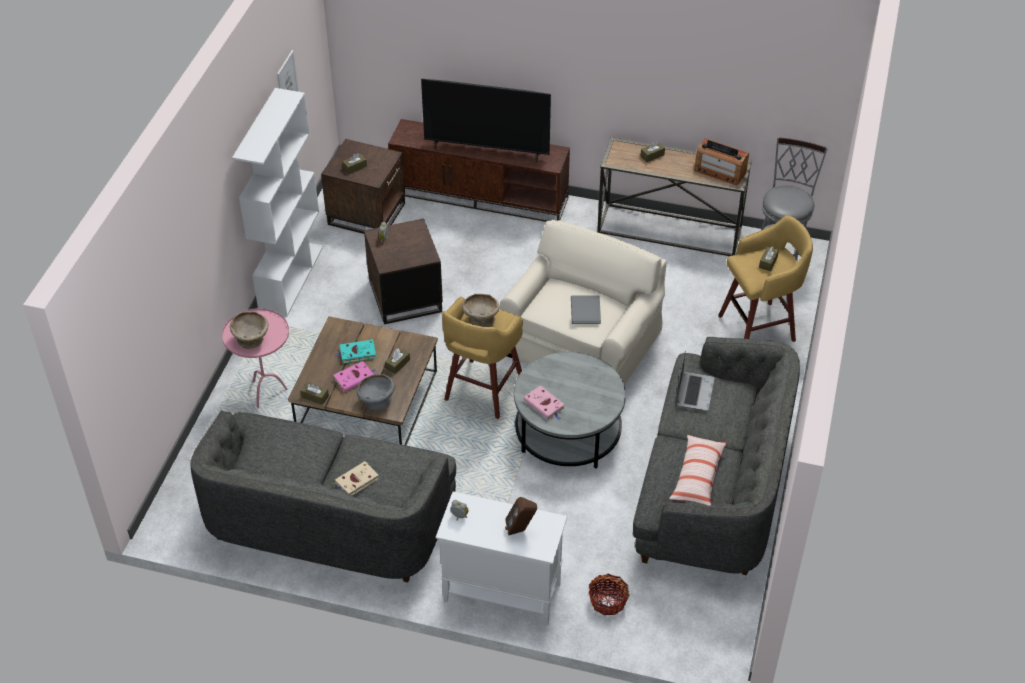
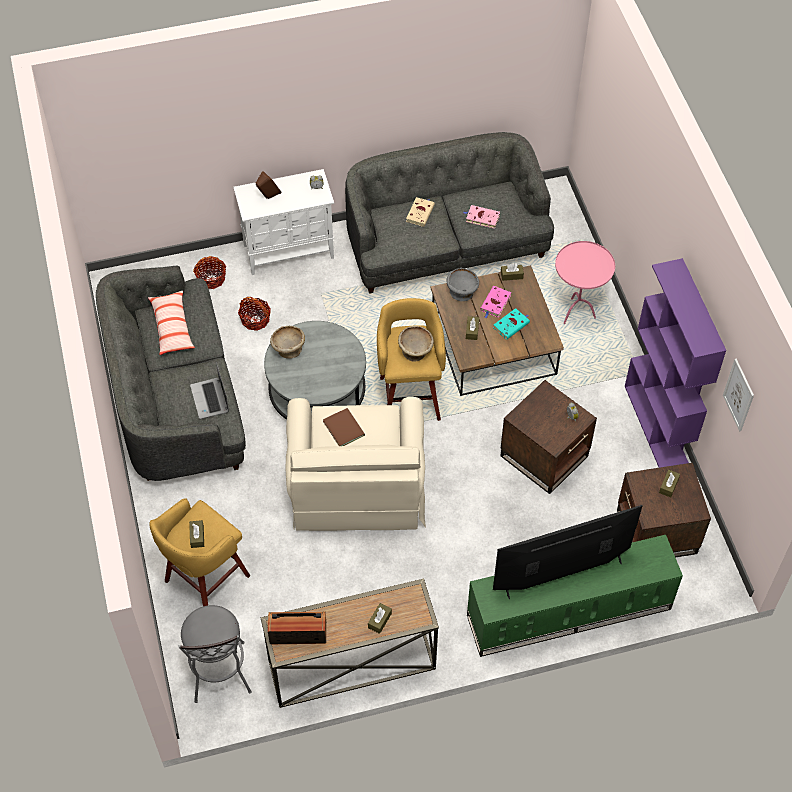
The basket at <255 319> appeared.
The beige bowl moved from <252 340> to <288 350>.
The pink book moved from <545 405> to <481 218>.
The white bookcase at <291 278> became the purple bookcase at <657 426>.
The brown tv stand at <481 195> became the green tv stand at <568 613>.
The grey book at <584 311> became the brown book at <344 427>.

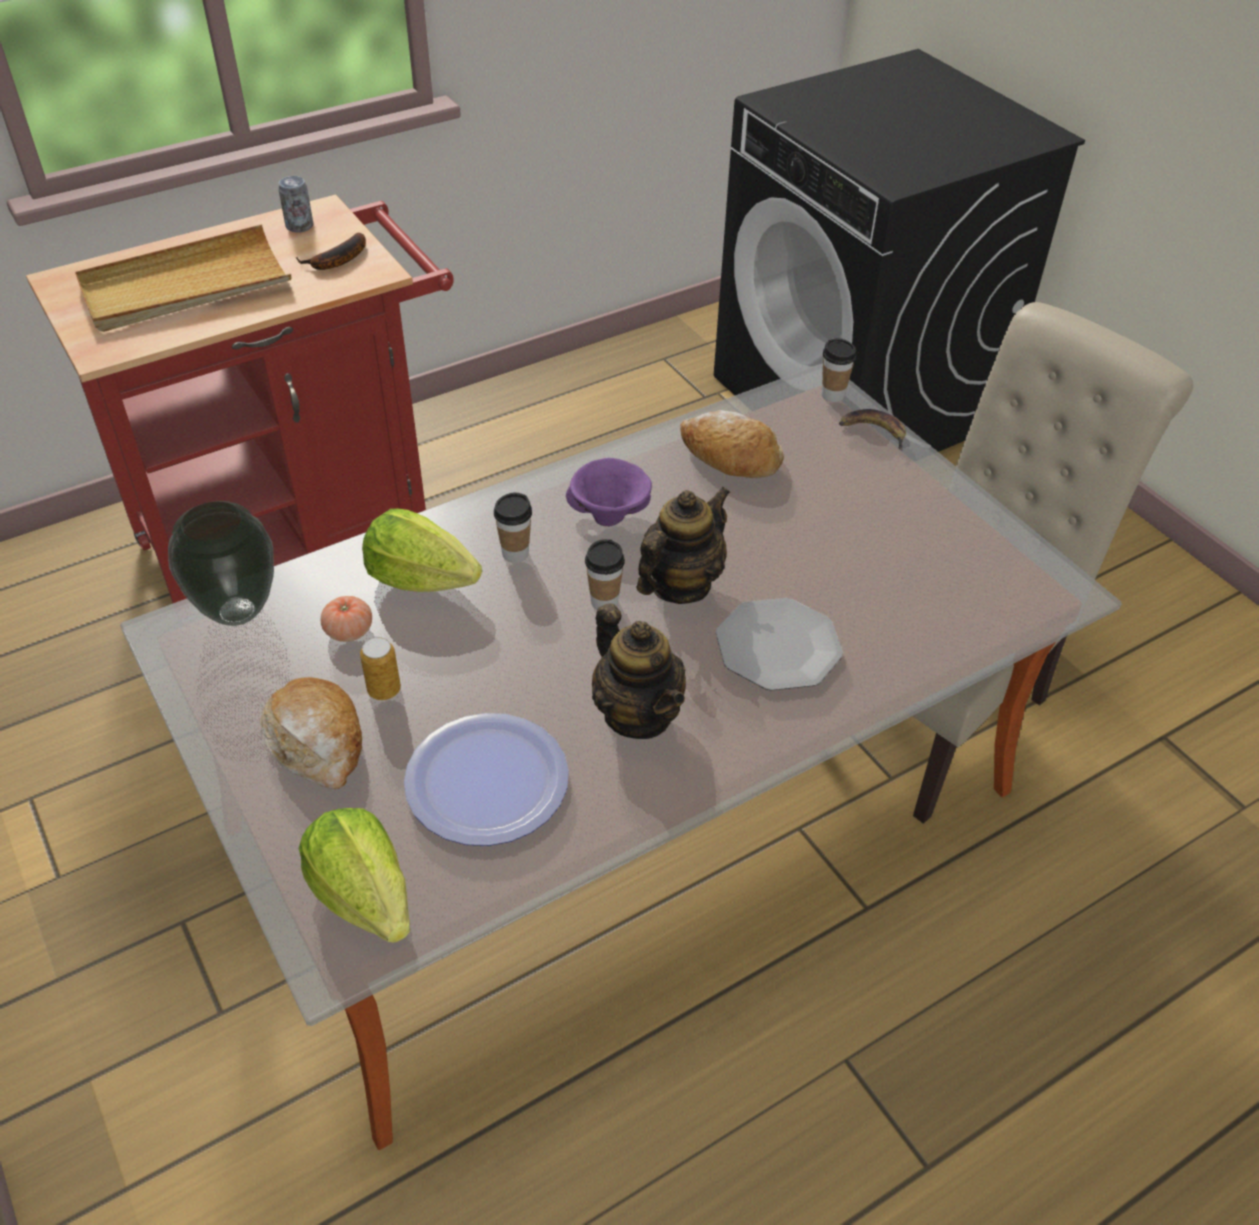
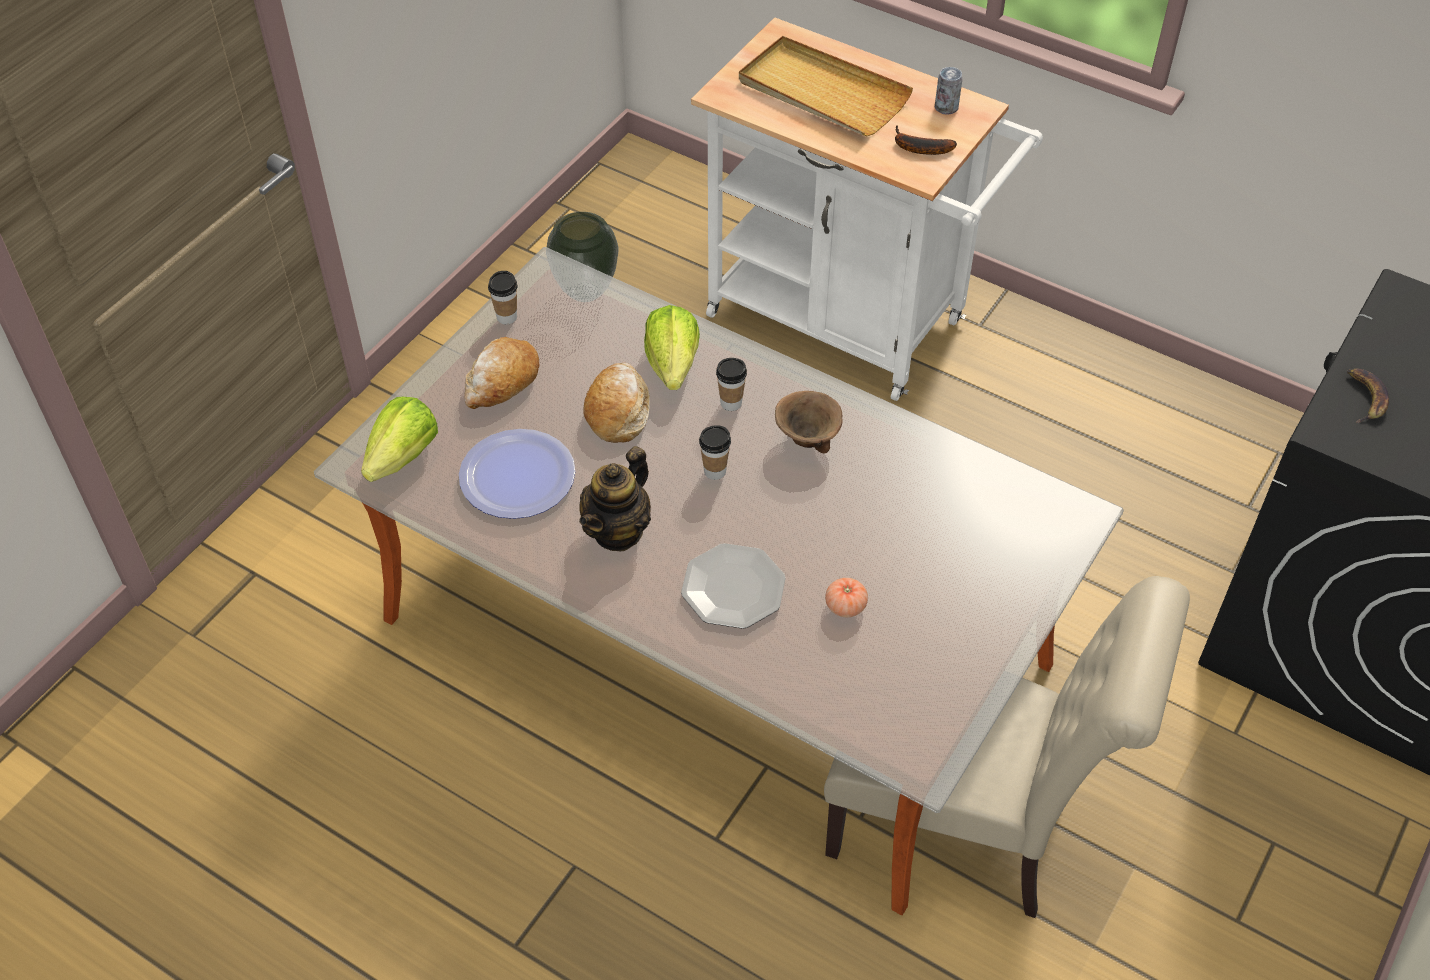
The can at <384 690> disappeared.
The teapot at <680 585> disappeared.
The tomato moved from <349 631> to <845 606>.
The bread moved from <729 457> to <618 411>.
The cup moved from <833 395> to <507 317>.
The banana moved from <873 431> to <1364 397>.
The red cart at <303 537> became the white cart at <849 323>.
The purple bowl at <608 518> became the brown bowl at <805 439>.

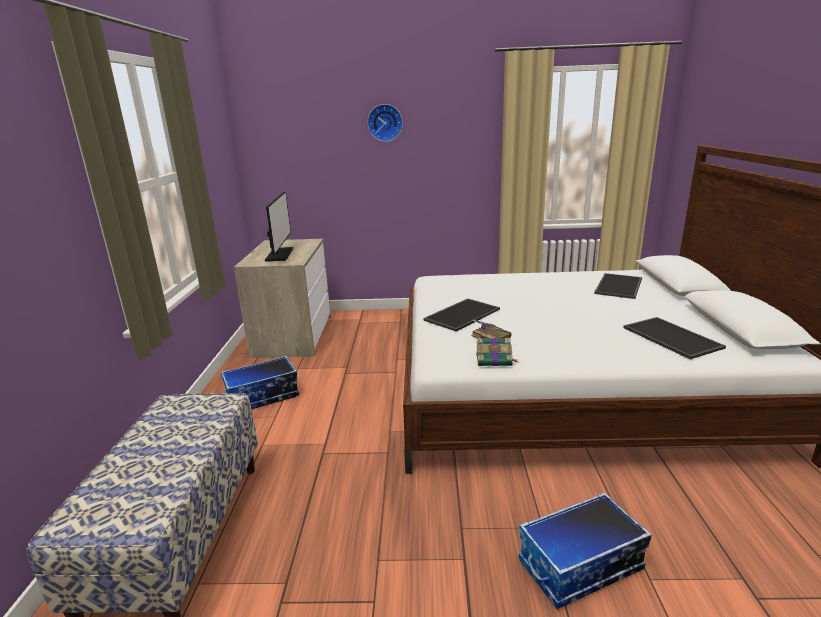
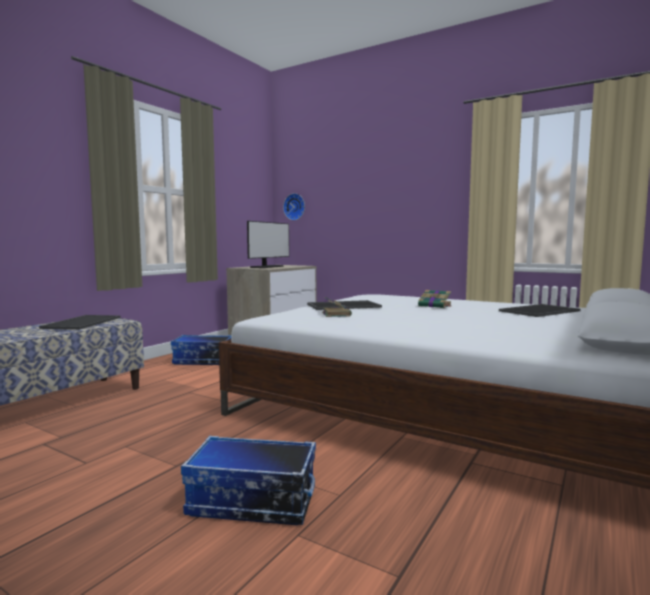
The wall clock moved from <385 123> to <295 207>.
The book moved from <495 359> to <435 306>.
The tray moved from <670 337> to <82 322>.

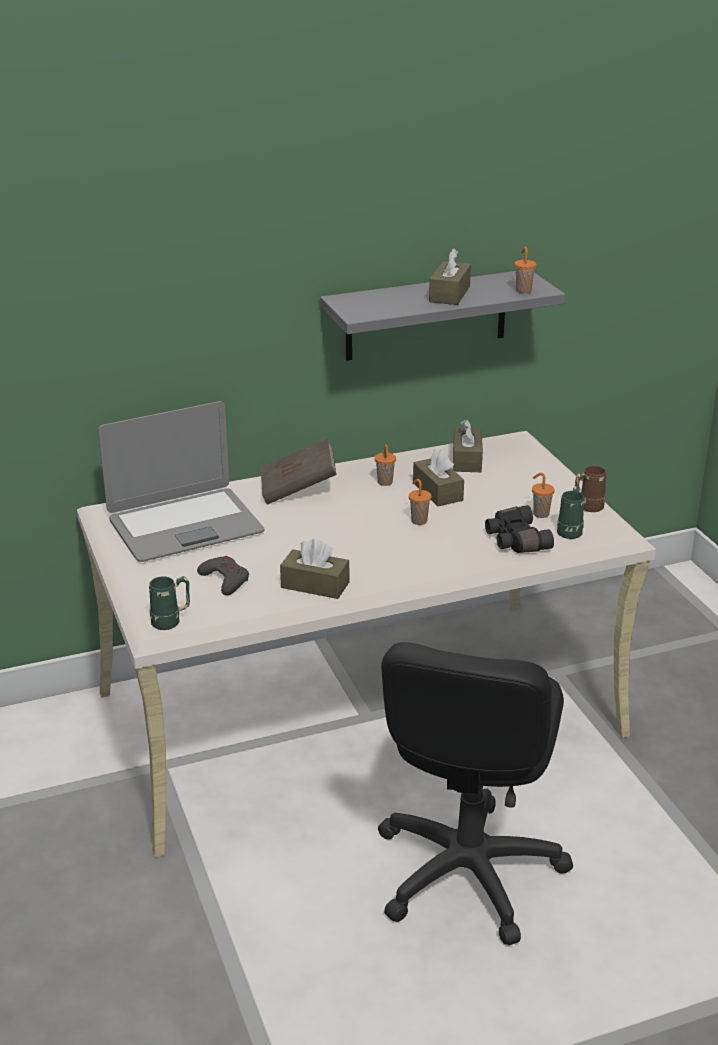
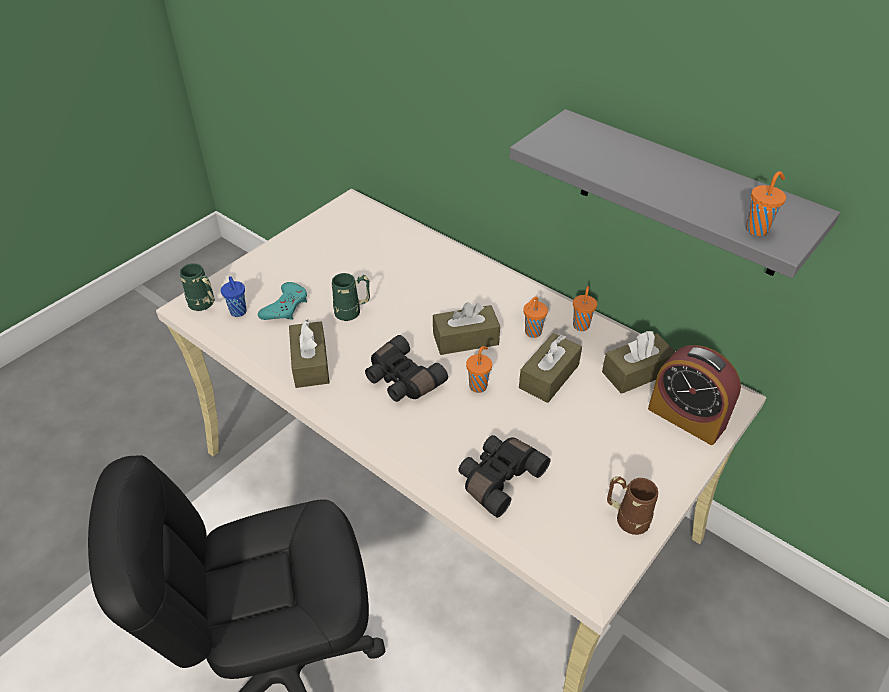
The laptop at <185 526> disappeared.
The brown book at <298 489> disappeared.
The blue cup at <239 312> appeared.
The black binoculars at <401 380> appeared.
The alarm clock at <686 417> appeared.
The brown tissue box moved from <449 294> to <465 339>.
The orange cup moved from <540 514> to <581 325>.
The green mug moved from <570 530> to <353 312>.
The grey game controller at <225 579> became the turquoise game controller at <285 306>.

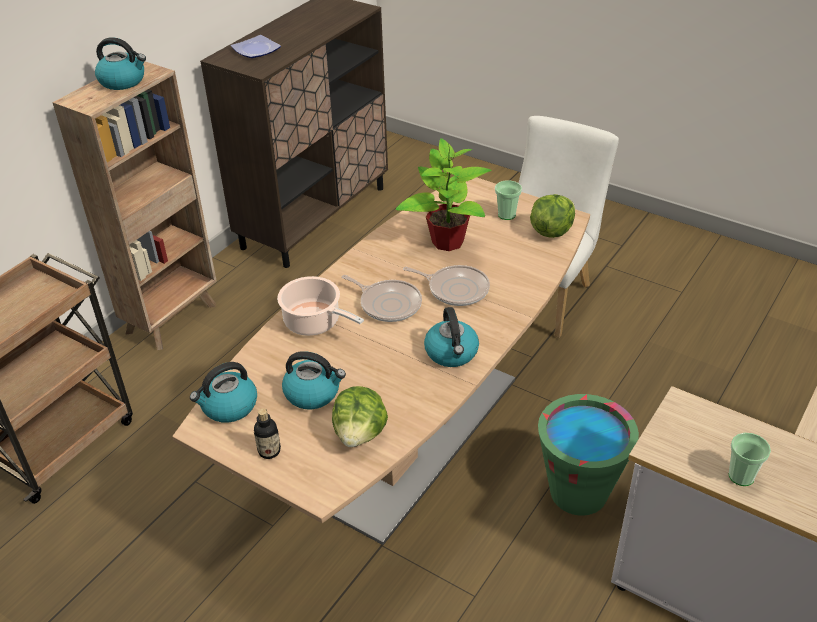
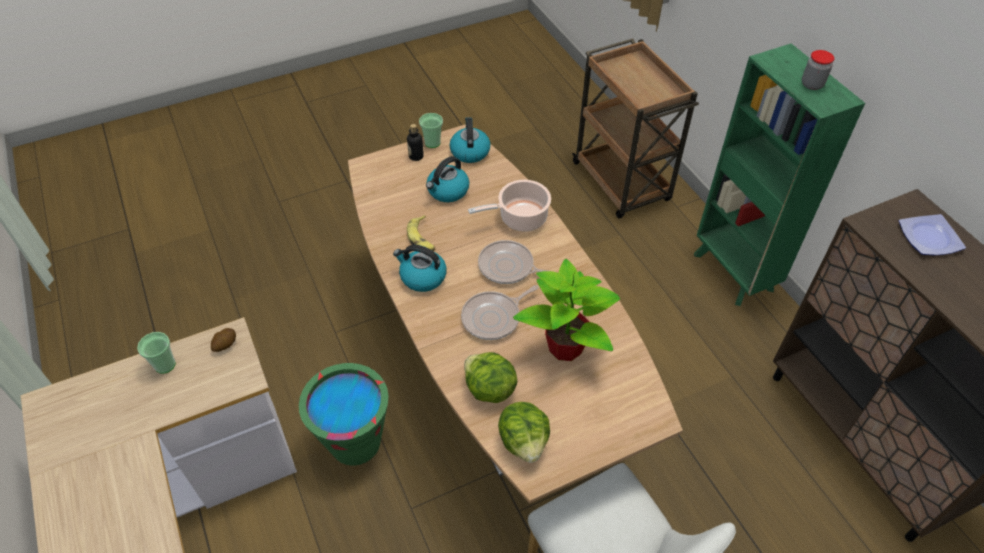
The potato at <225 345> appeared.
The banana at <422 238> appeared.
The lettuce moved from <360 434> to <489 389>.
The cup moved from <506 215> to <432 142>.
The kettle at <123 81> was replaced by the jar at <812 84>.
The brown bookcase at <173 317> became the green bookcase at <734 273>.
The frying pan at <388 304> turned 45 degrees clockwise.

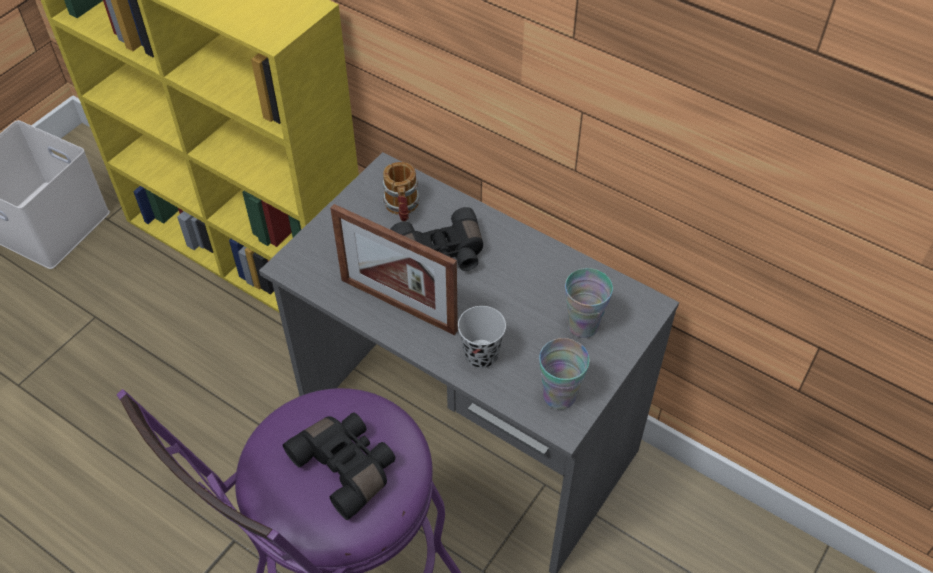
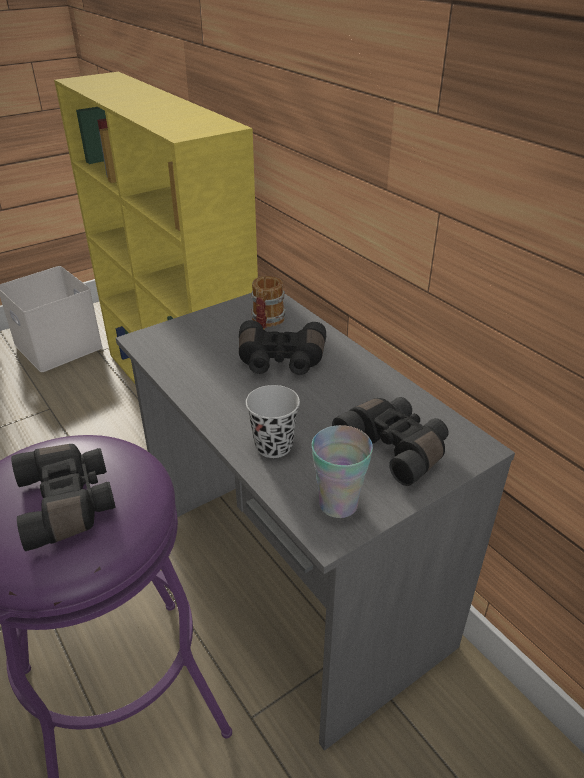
The picture frame at <398 305> disappeared.
The cup at <583 325> was replaced by the black binoculars at <395 447>.

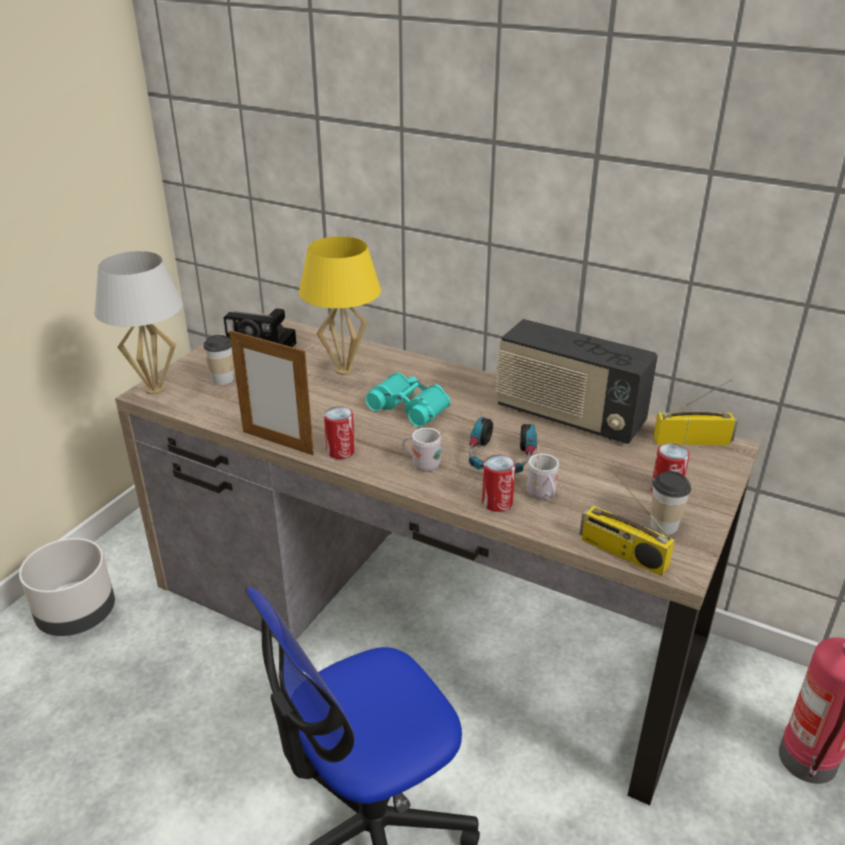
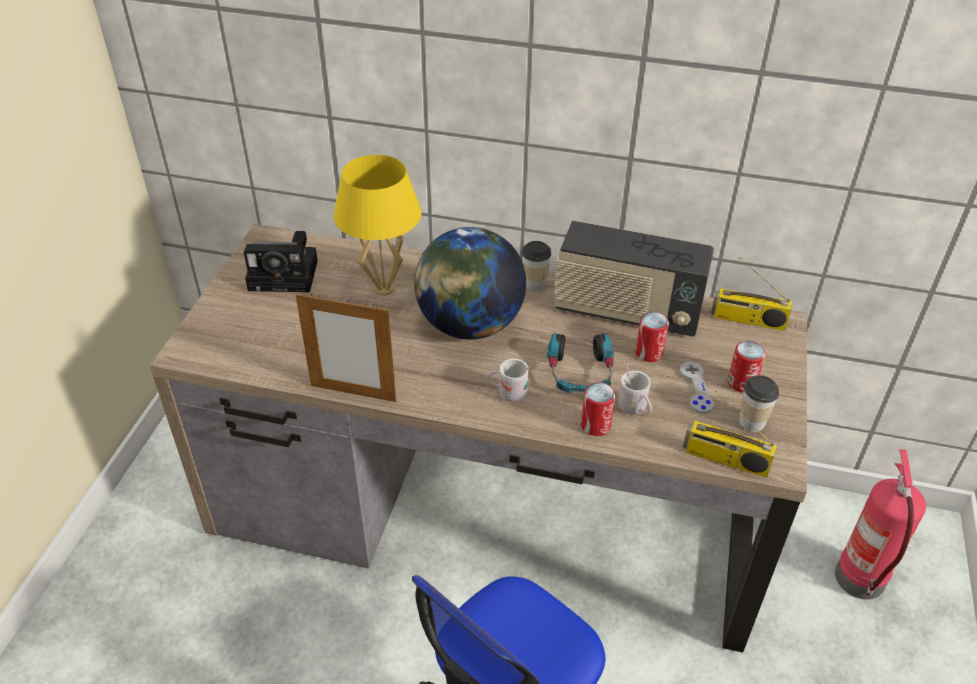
The grey planter at <77 615> disappeared.
The white table lamp at <155 390> disappeared.
The grey game controller at <696 388> appeared.
The cup moved from <223 379> to <534 284>.
The can moved from <340 451> to <649 353>.
The turquoise binoculars at <410 407> was replaced by the globe at <469 325>.
The radio at <692 440> turned 150 degrees counterclockwise.

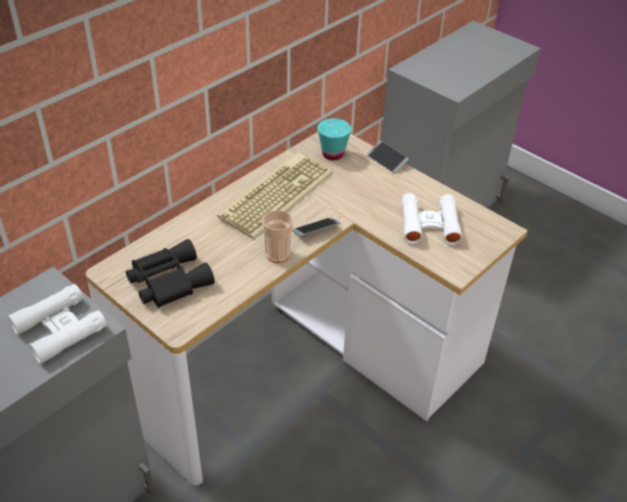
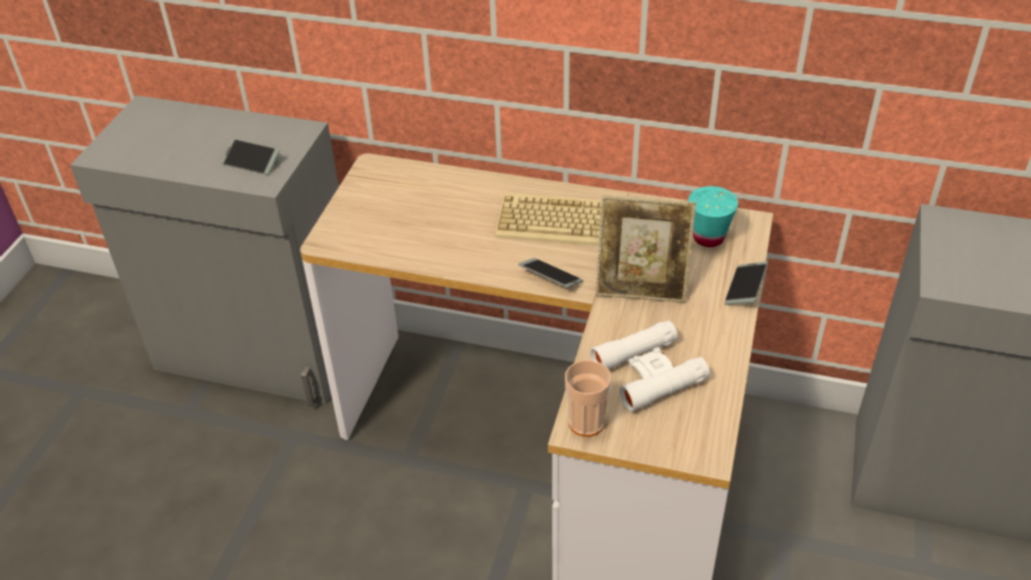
The black binoculars at <167 280> disappeared.
The picture frame at <641 288> appeared.
The cup moved from <277 254> to <586 423>.
The white binoculars at <59 329> was replaced by the phone at <251 162>.

